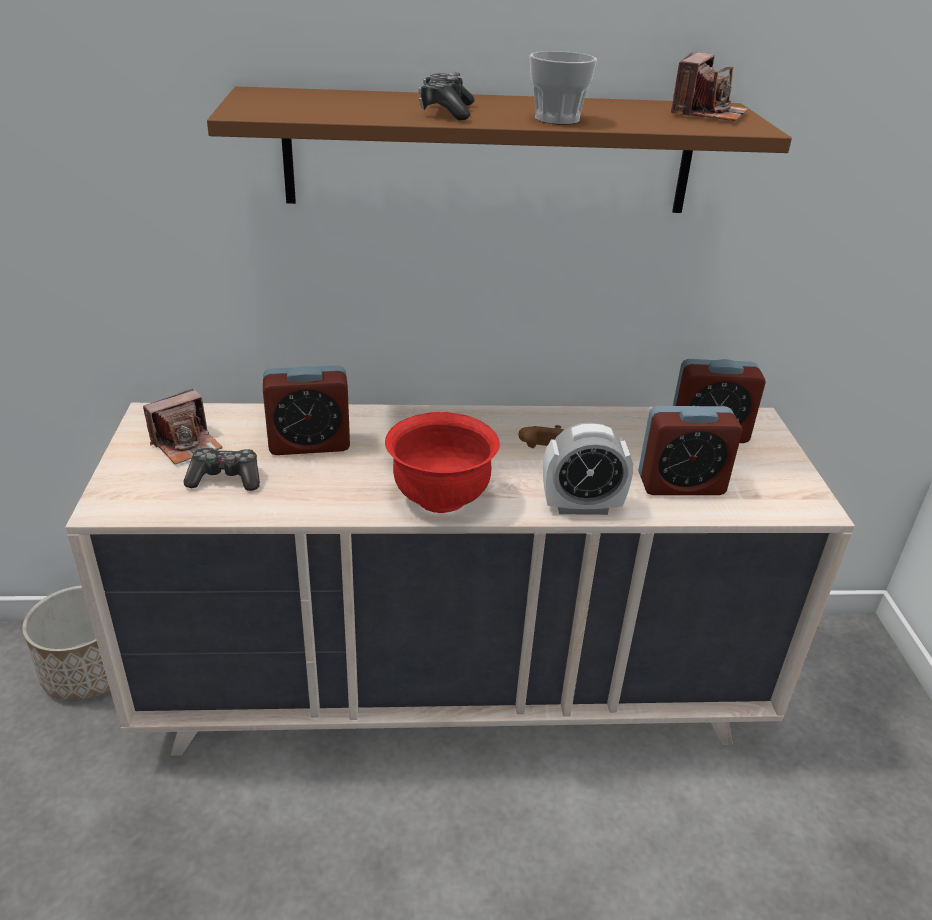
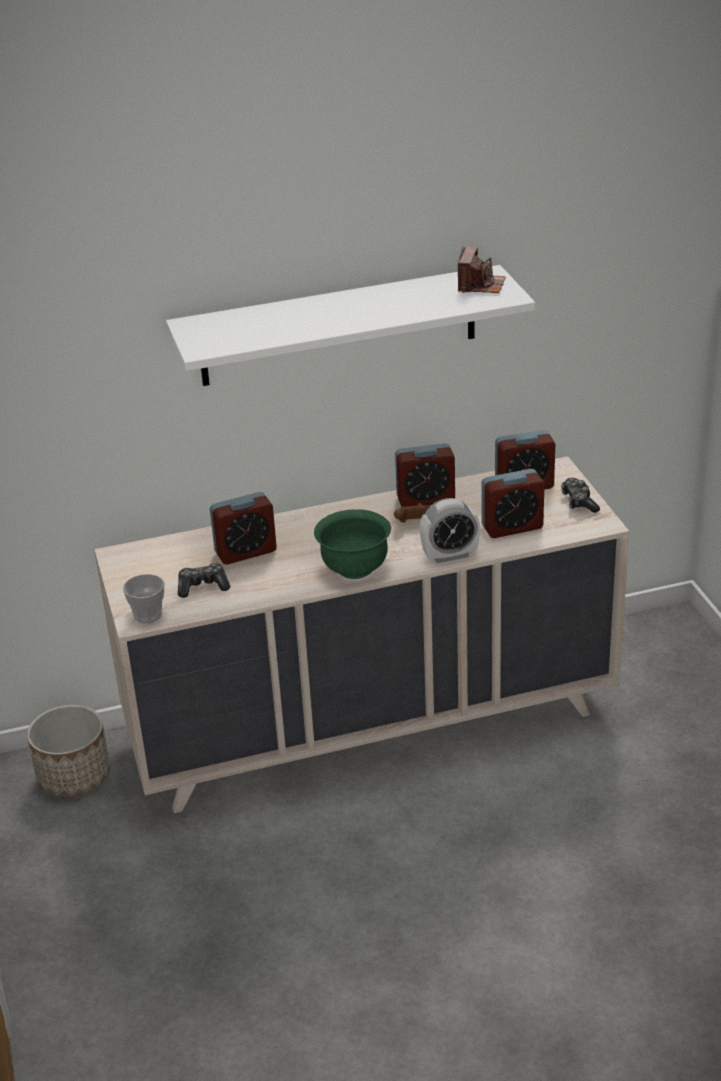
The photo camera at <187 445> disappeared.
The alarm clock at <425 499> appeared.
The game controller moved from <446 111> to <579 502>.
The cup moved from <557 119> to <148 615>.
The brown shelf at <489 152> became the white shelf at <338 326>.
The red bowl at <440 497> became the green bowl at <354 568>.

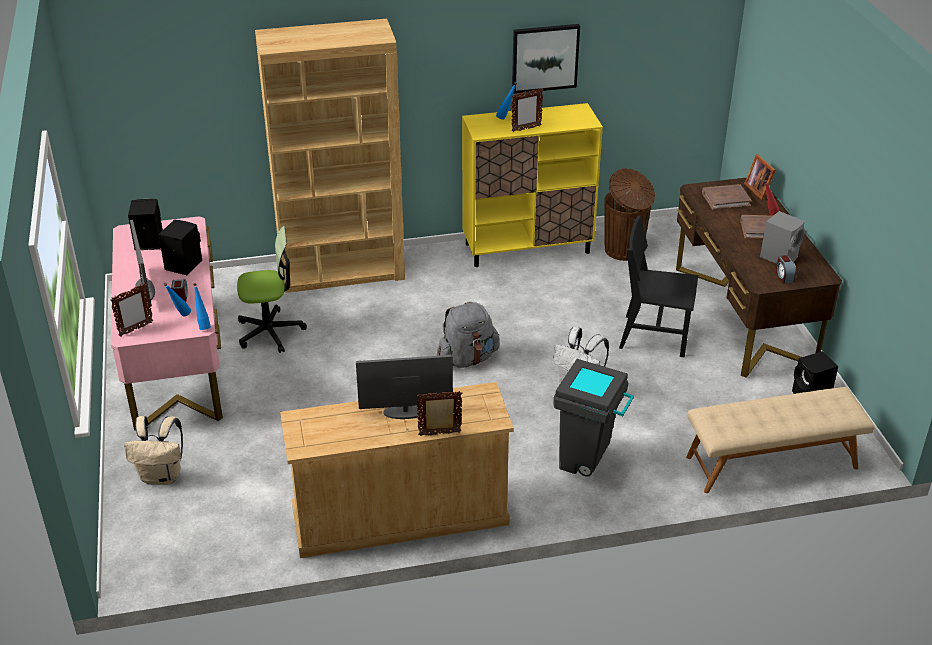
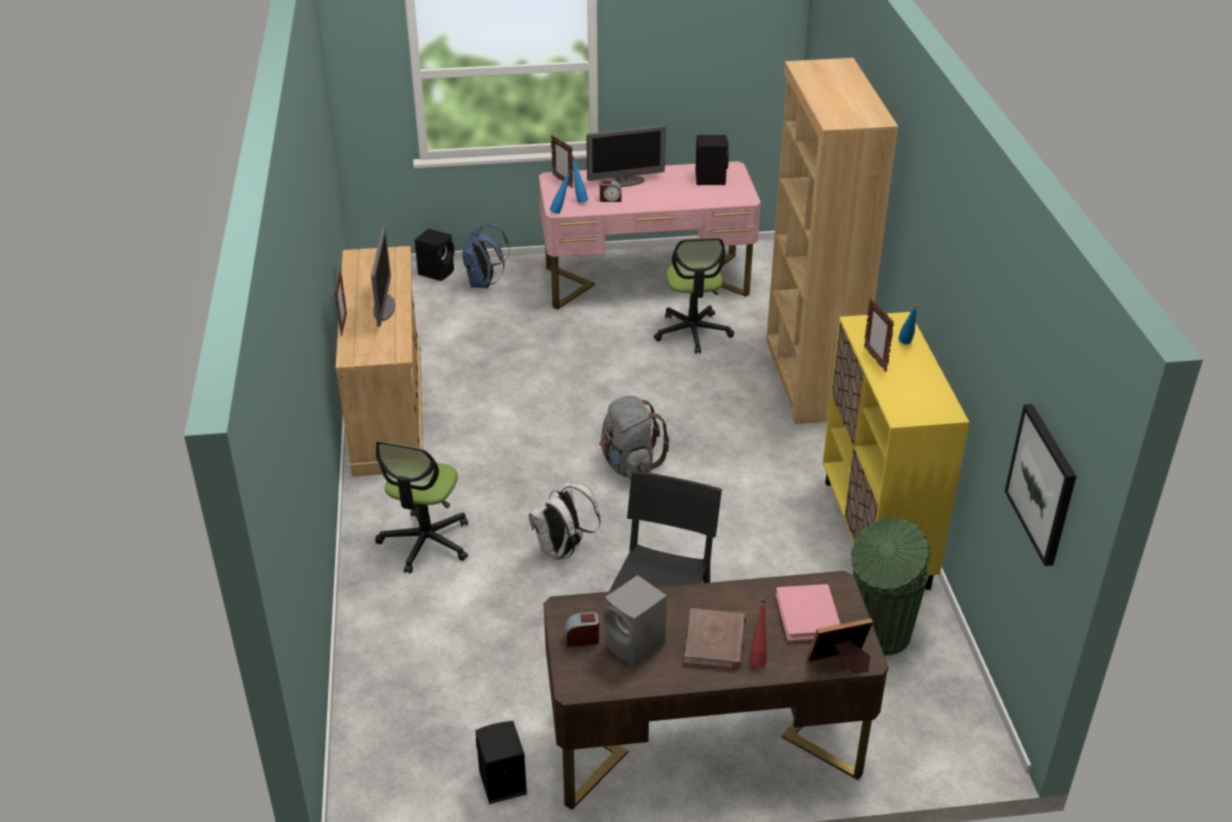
The beige bench at <772 463> disappeared.
The black speaker moved from <182 264> to <437 272>.
The picture moved from <545 58> to <1042 483>.
The grey trash can at <588 463> was replaced by the office chair at <425 542>.
The beige backpack at <162 476> became the blue backpack at <484 283>.
The brown trash can at <624 250> became the green trash can at <878 634>.
The brown book at <725 199> became the pink book at <808 616>.

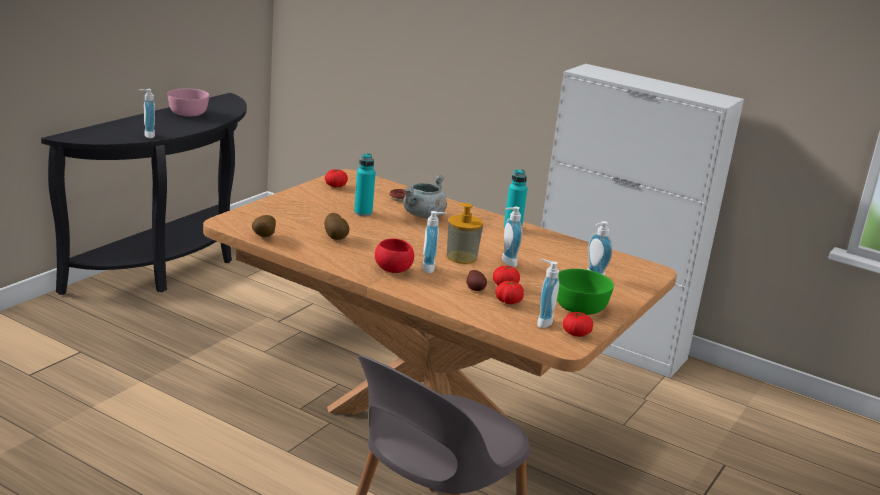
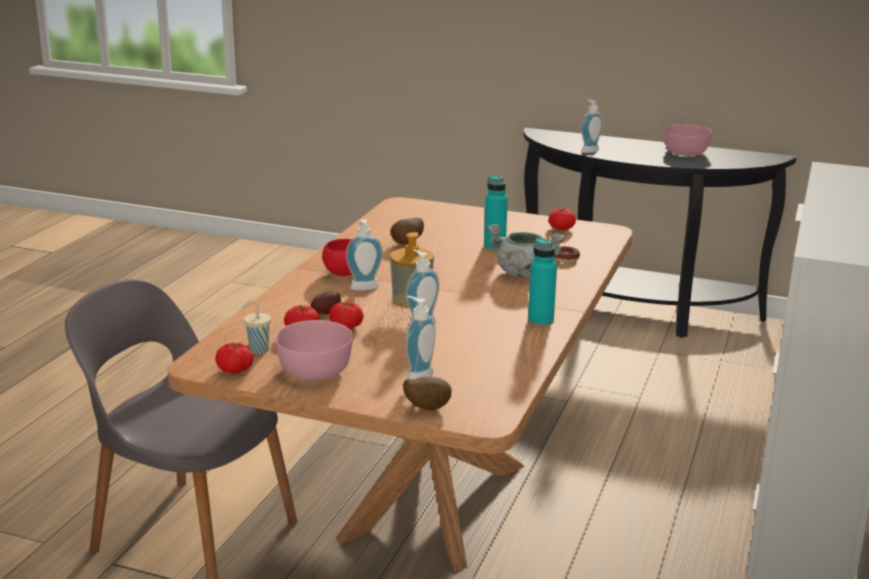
The potato moved from <263 237> to <426 408>.
The soap dispenser at <541 322> was replaced by the beige cup at <257 350>.
The green bowl at <580 306> became the pink bowl at <316 370>.

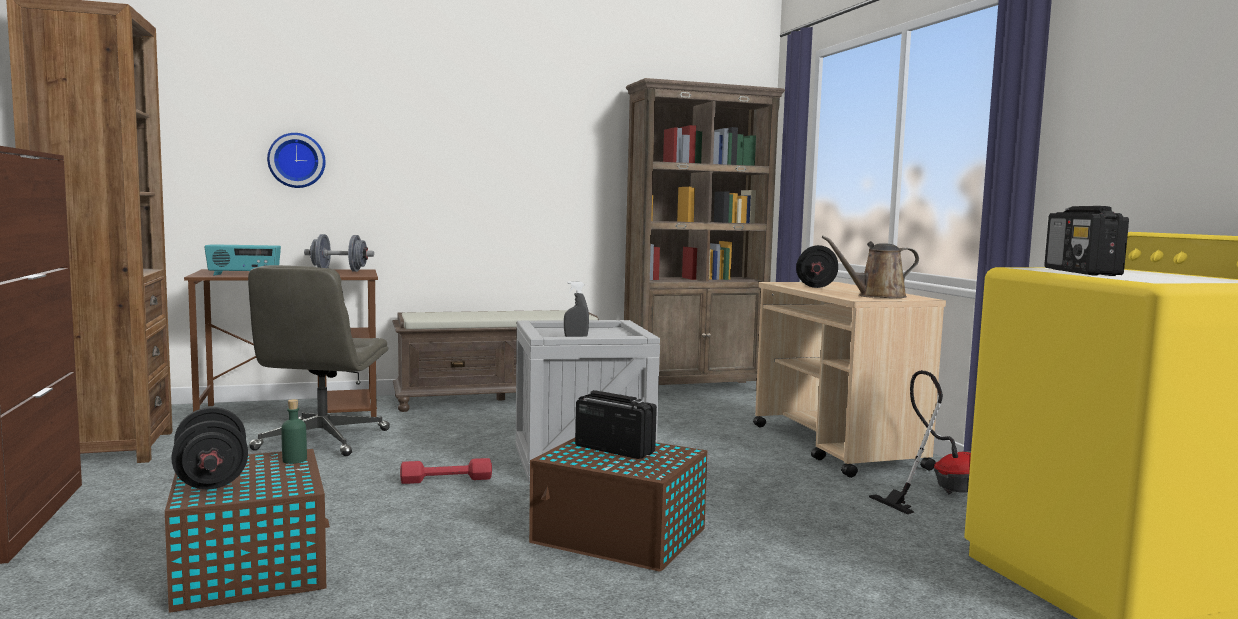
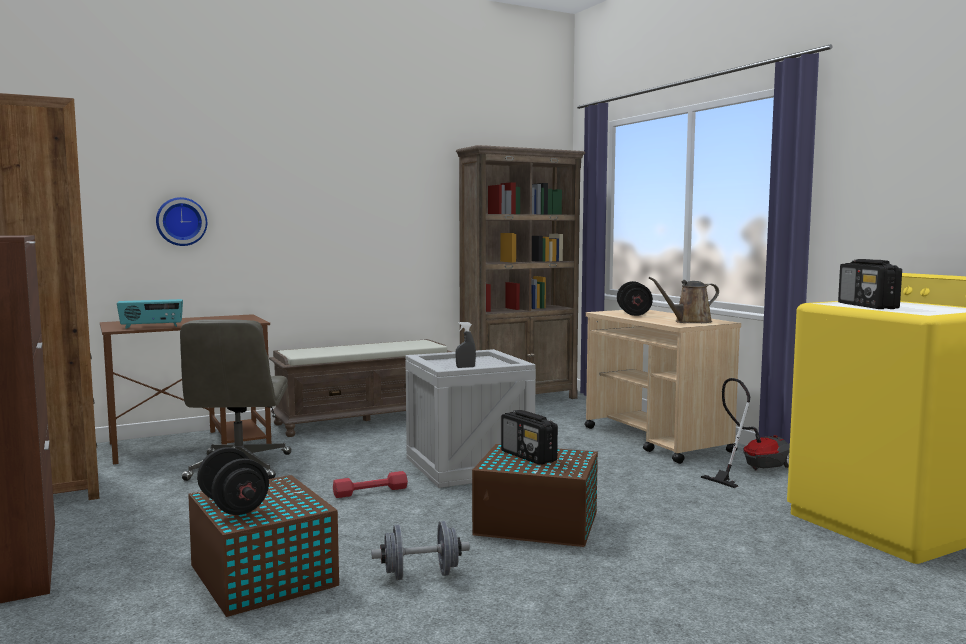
The green bottle at <294 460> disappeared.
The grey dumbbell moved from <339 271> to <421 575>.
The radio at <614 449> turned 150 degrees counterclockwise.

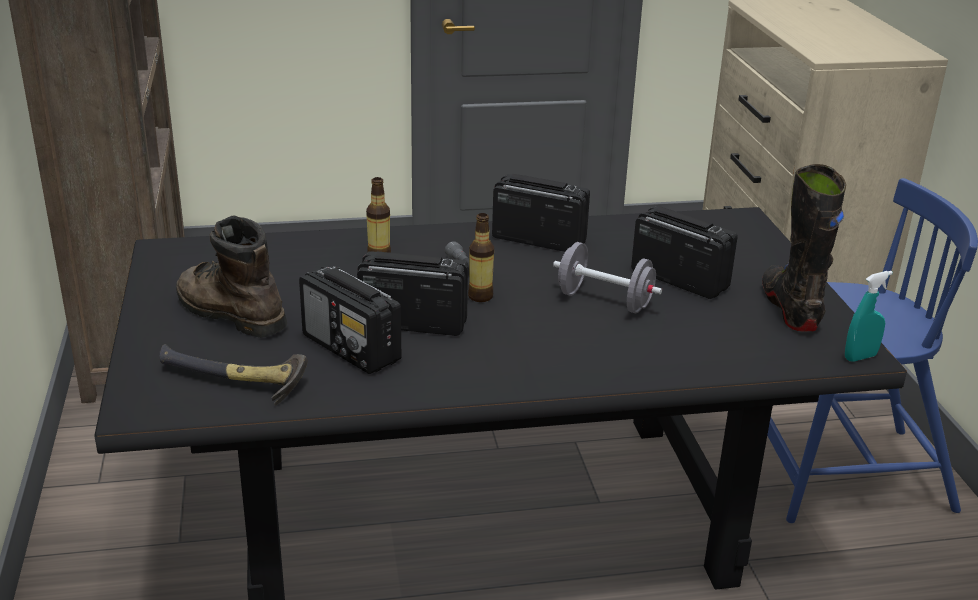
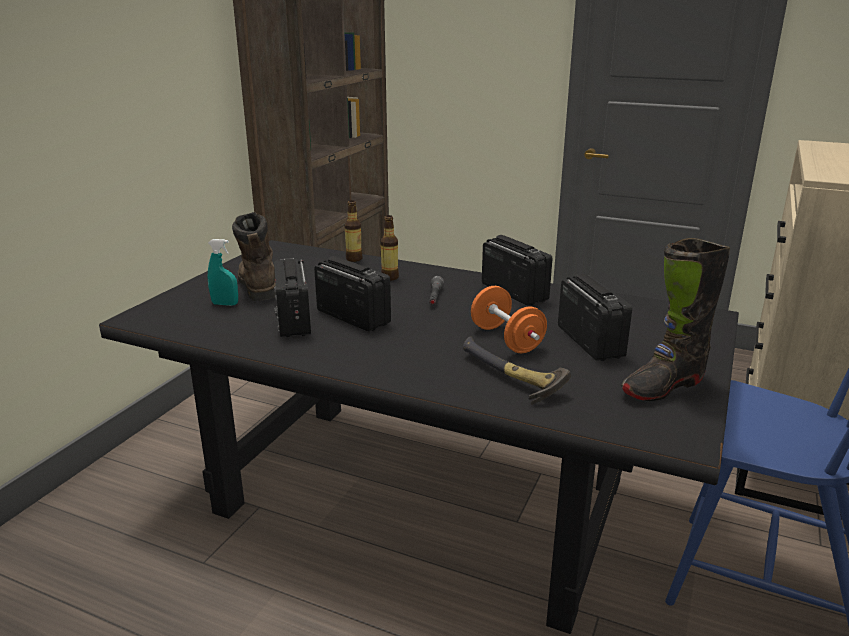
The hammer moved from <233 383> to <509 379>.
The bottle moved from <480 296> to <354 259>.
The turquoise spray bottle moved from <860 357> to <225 304>.
The grey dumbbell at <604 301> became the orange dumbbell at <506 339>.
The black boot at <790 308> turned 150 degrees counterclockwise.

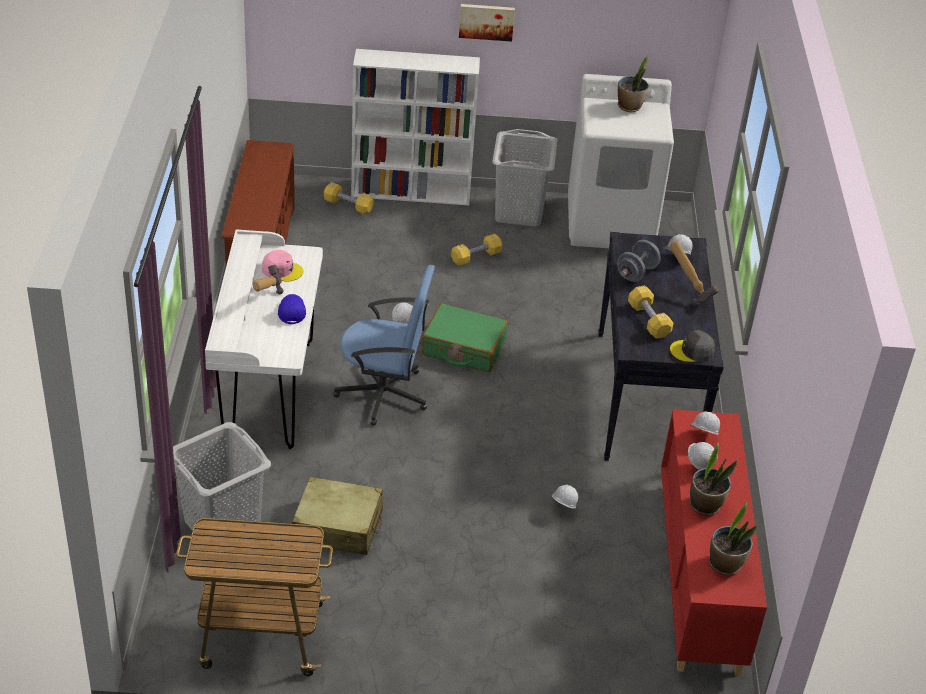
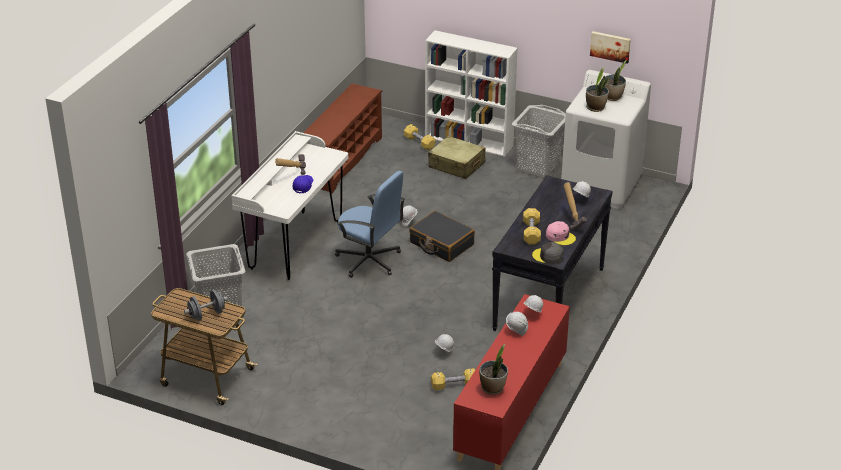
The pink cap moved from <282 270> to <560 237>.
The beige suitcase moved from <338 526> to <457 165>.
The yellow dumbbell moved from <476 257> to <454 385>.
The picture moved from <486 21> to <610 46>.
The grey dumbbell moved from <636 273> to <207 314>.
The potted plant moved from <705 505> to <596 107>.
The green suitcase at <463 348> became the black suitcase at <441 244>.

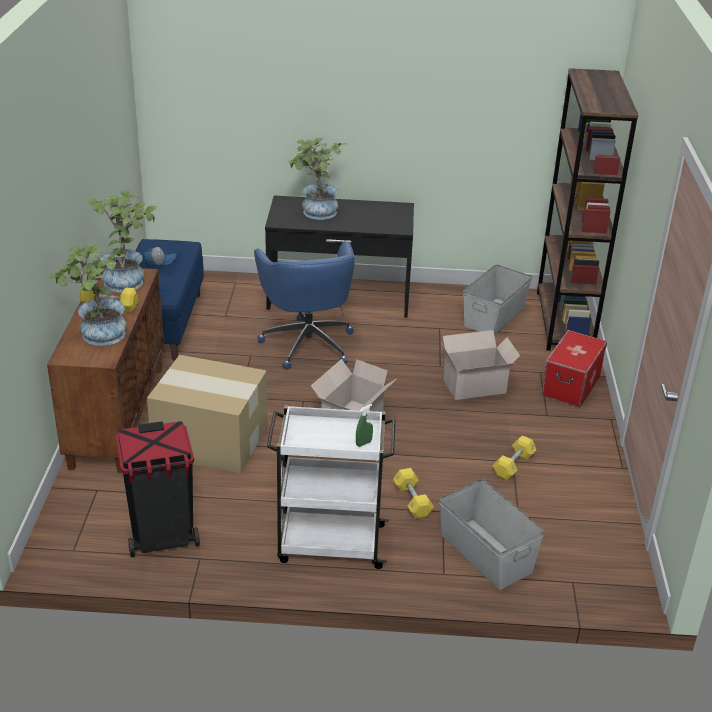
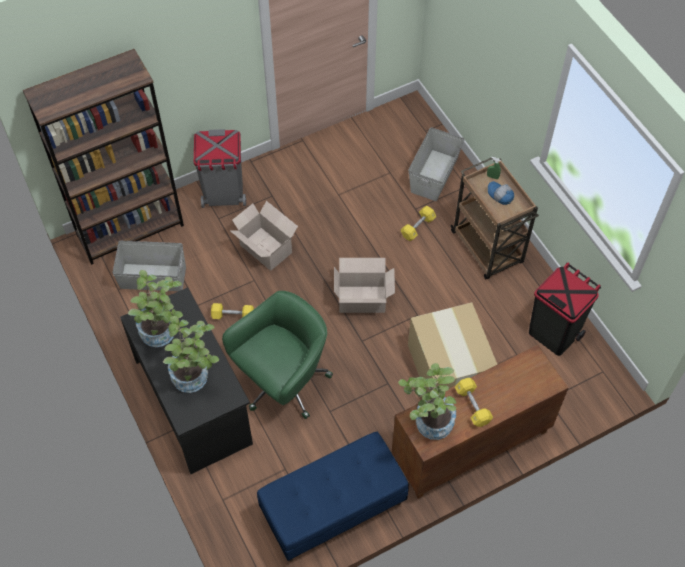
The potted plant moved from <97 336> to <163 333>.
The cap moved from <160 262> to <500 195>.
The yellow dumbbell moved from <513 465> to <233 316>.
The storage box at <571 386> was replaced by the grey trash can at <224 195>.
The blue office chair at <307 342> became the green office chair at <283 383>.
The white cart at <329 543> became the brown cart at <487 249>.

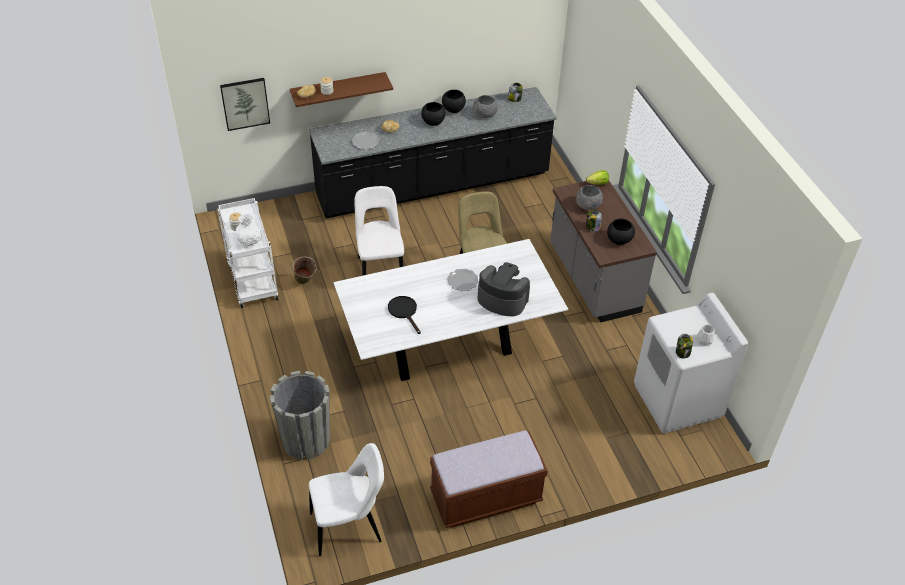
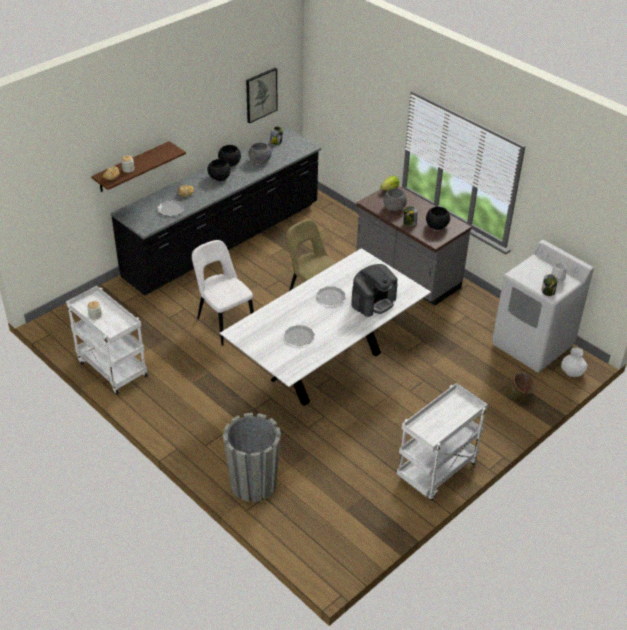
The white chair at <349 527> disappeared.
The picture moved from <245 103> to <261 95>.
The white vase moved from <250 241> to <572 372>.
The green bucket moved from <305 282> to <518 399>.
The black frying pan at <404 312> was replaced by the plate at <299 336>.
The brown bench at <486 498> was replaced by the white cart at <437 472>.
The coffee machine at <502 300> turned 135 degrees clockwise.

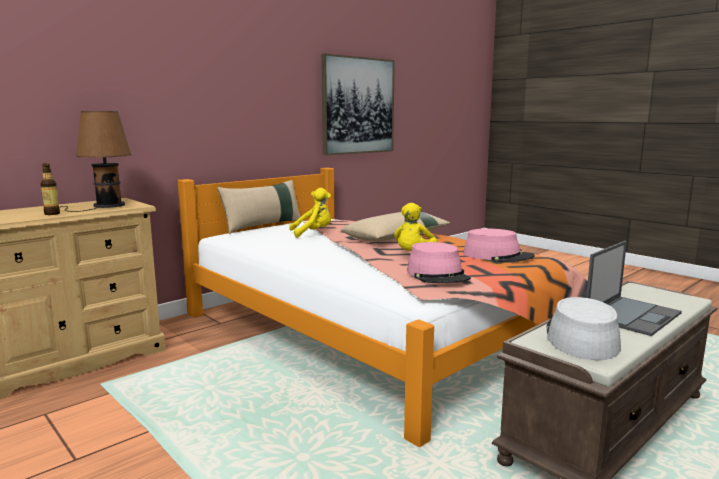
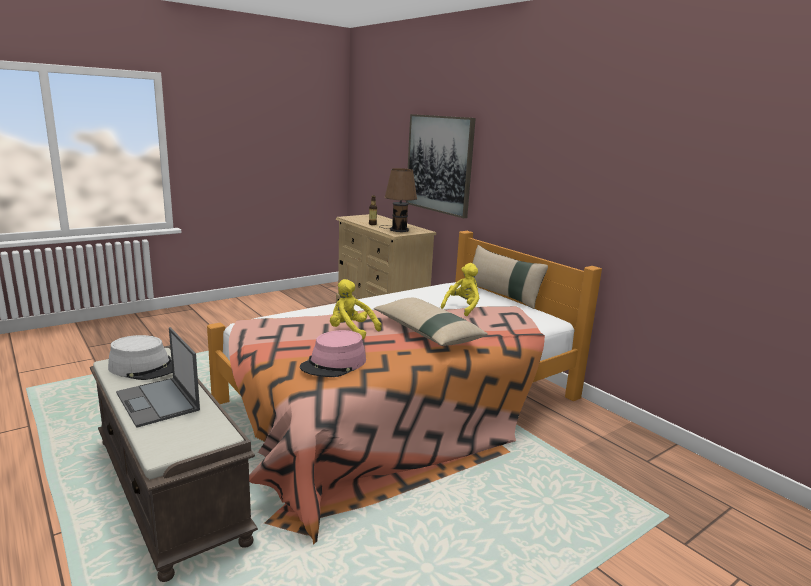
The pink hat at <438 275> disappeared.
The picture moved from <358 106> to <439 164>.
The yellow plush toy at <313 233> turned 135 degrees counterclockwise.

